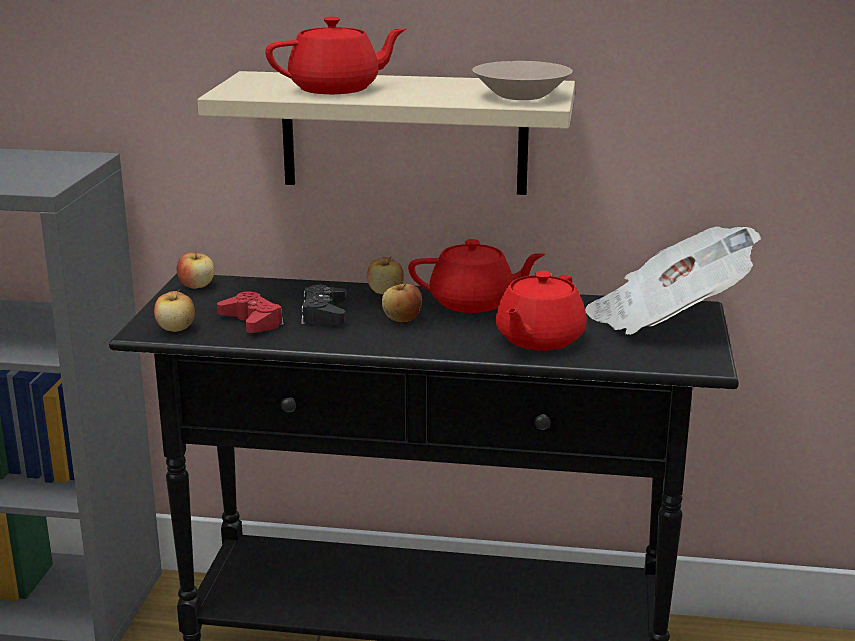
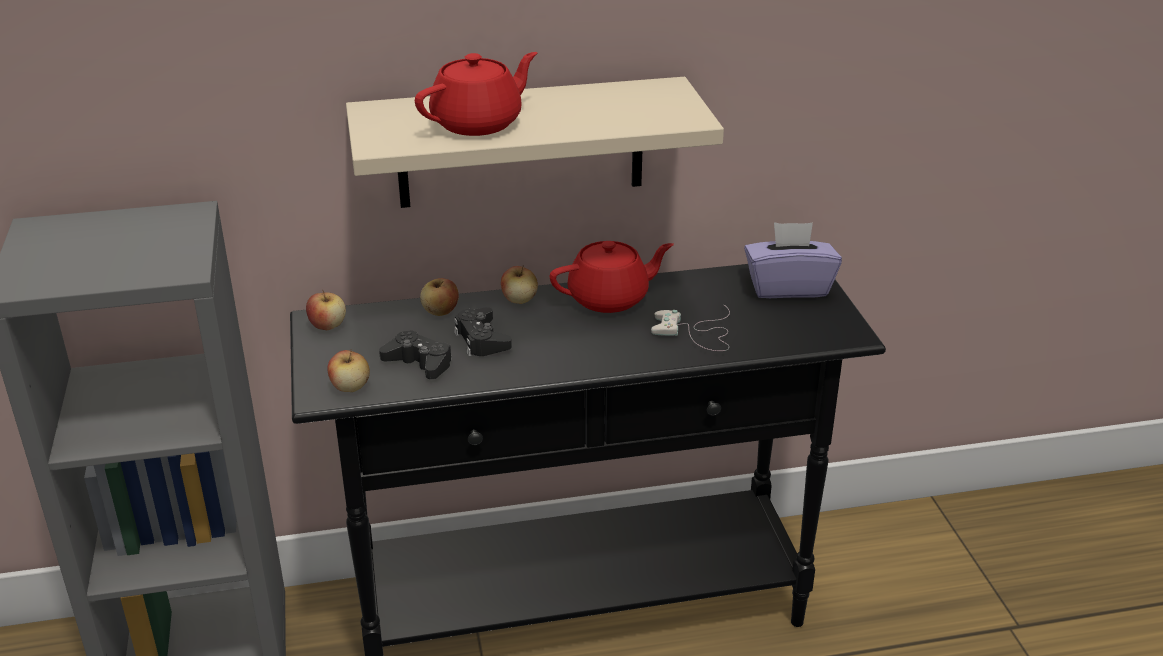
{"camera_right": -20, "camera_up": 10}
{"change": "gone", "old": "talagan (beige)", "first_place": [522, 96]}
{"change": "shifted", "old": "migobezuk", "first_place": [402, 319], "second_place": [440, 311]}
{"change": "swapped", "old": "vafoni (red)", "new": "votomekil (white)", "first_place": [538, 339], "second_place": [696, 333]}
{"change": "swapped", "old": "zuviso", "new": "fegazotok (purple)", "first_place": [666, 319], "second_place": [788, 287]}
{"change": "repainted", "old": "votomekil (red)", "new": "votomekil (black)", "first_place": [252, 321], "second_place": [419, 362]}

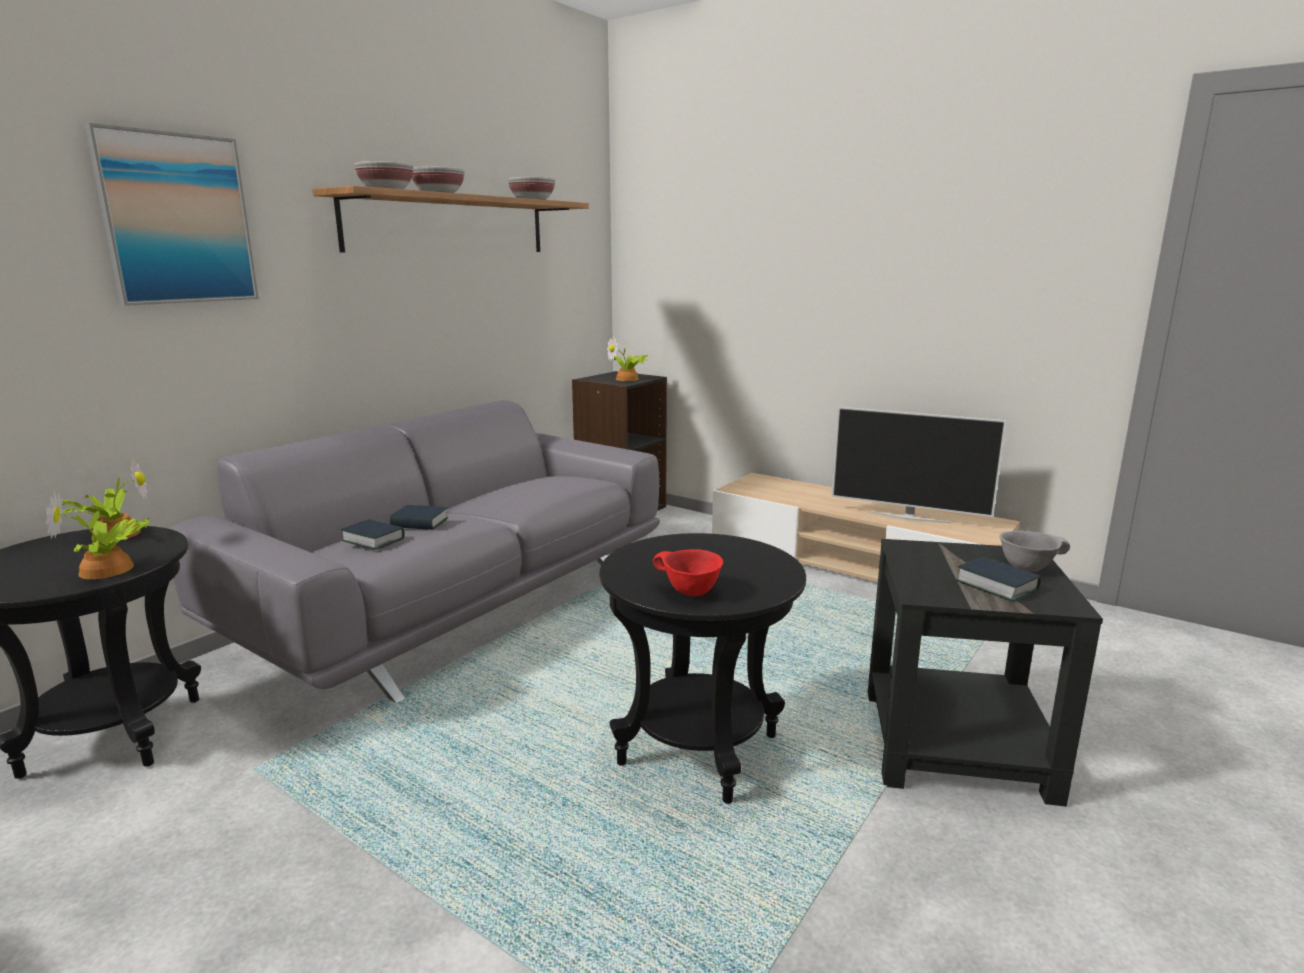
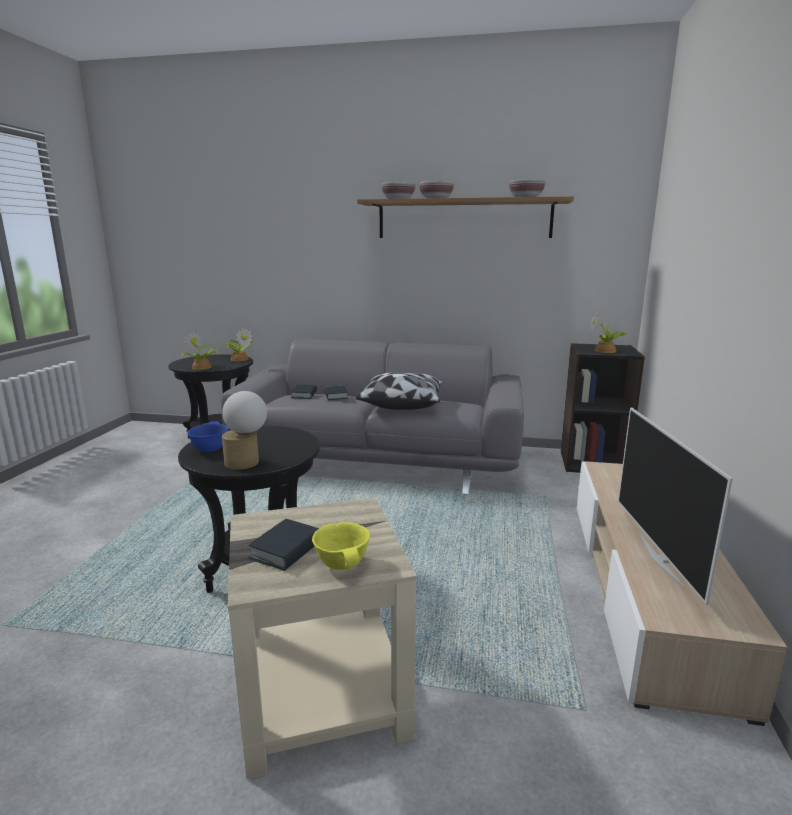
{"camera_right": 65, "camera_up": 0}
{"change": "gone", "old": "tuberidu", "first_place": [177, 219]}
{"change": "new", "new": "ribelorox", "second_place": [247, 463]}
{"change": "new", "new": "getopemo", "second_place": [401, 404]}
{"change": "repainted", "old": "talagan (red)", "new": "talagan (blue)", "first_place": [690, 592], "second_place": [209, 449]}
{"change": "repainted", "old": "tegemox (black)", "new": "tegemox (beige)", "first_place": [959, 745], "second_place": [320, 696]}
{"change": "repainted", "old": "talagan (grey)", "new": "talagan (yellow)", "first_place": [1027, 568], "second_place": [344, 565]}

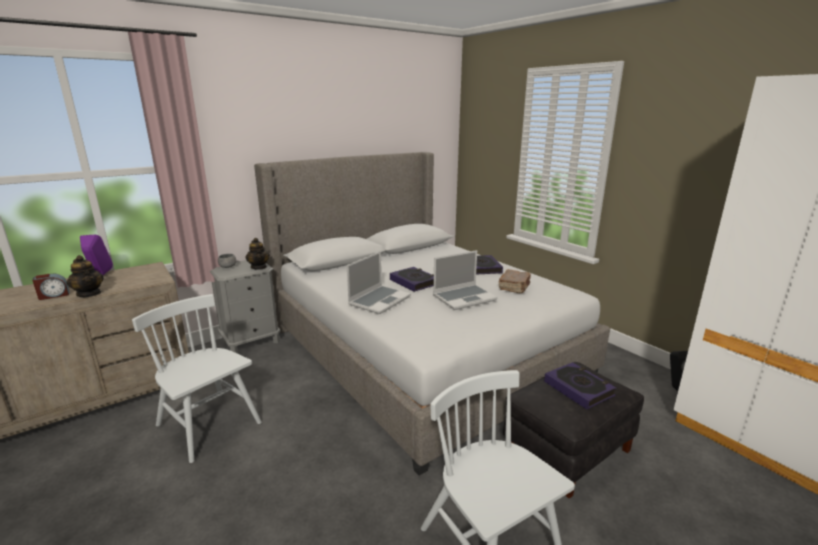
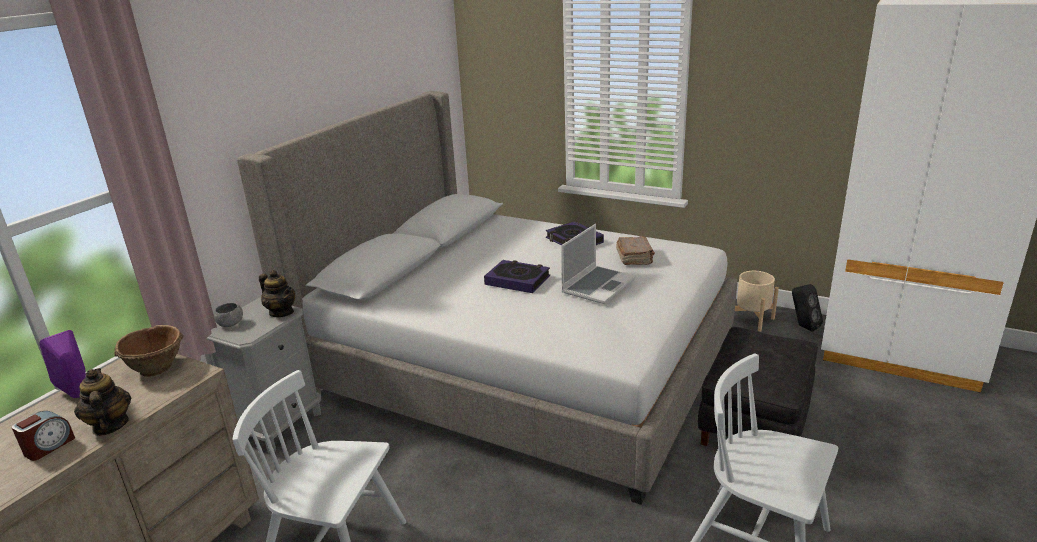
{"camera_right": -25, "camera_up": 5}
{"change": "gone", "old": "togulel", "first_place": [379, 300]}
{"change": "gone", "old": "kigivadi", "first_place": [578, 388]}
{"change": "new", "new": "talagan (brown)", "second_place": [157, 368]}
{"change": "new", "new": "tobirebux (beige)", "second_place": [752, 320]}
{"change": "rotated", "old": "vafoni", "first_place": [89, 293], "second_place": [110, 425], "degrees": -135}

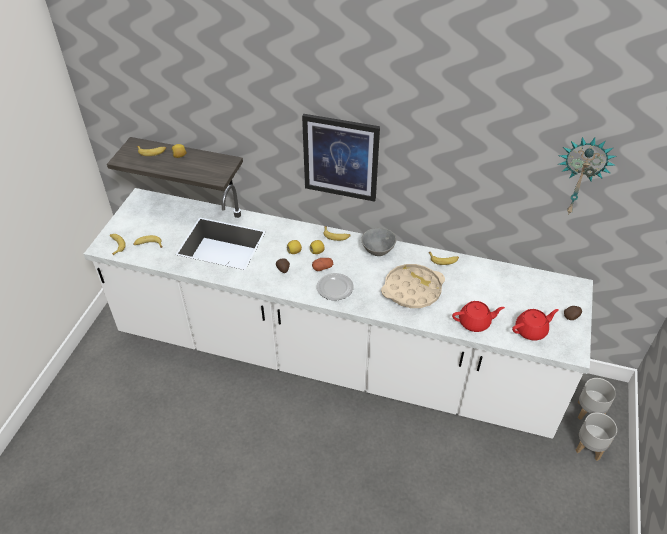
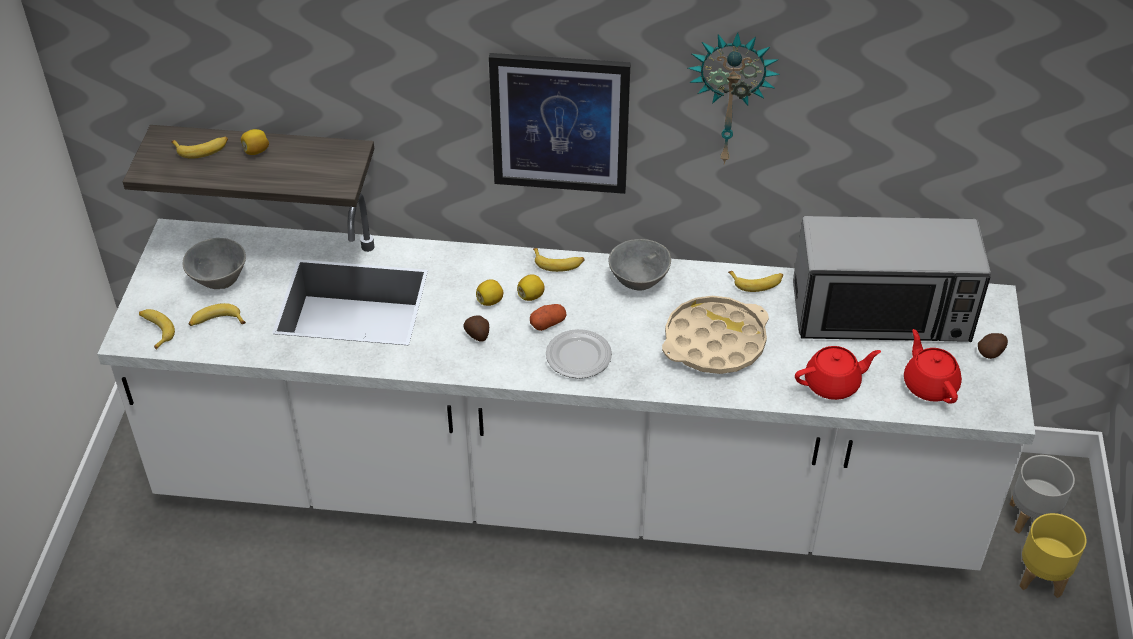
{"camera_right": -10, "camera_up": 0}
{"change": "new", "new": "talagan (grey)", "second_place": [219, 278]}
{"change": "new", "new": "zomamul", "second_place": [881, 313]}
{"change": "shifted", "old": "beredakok", "first_place": [581, 175], "second_place": [730, 96]}
{"change": "repainted", "old": "tobirebux (grey)", "new": "tobirebux (yellow)", "first_place": [589, 447], "second_place": [1042, 577]}
{"change": "rotated", "old": "vafoni (red)", "first_place": [531, 330], "second_place": [929, 385], "degrees": -75}

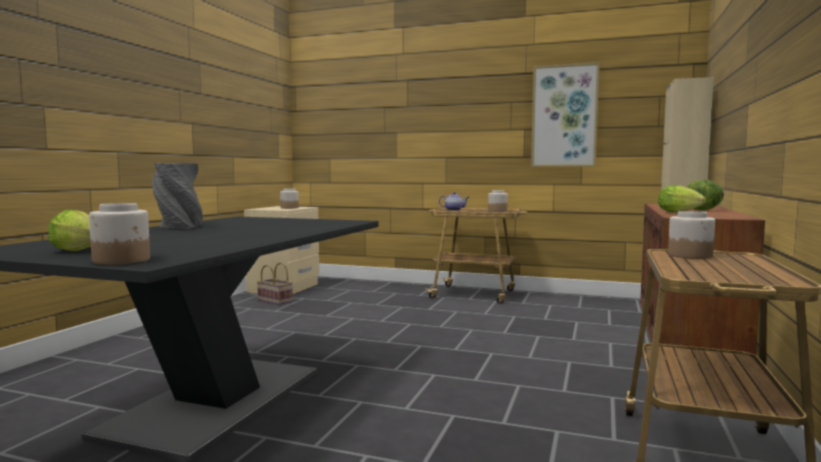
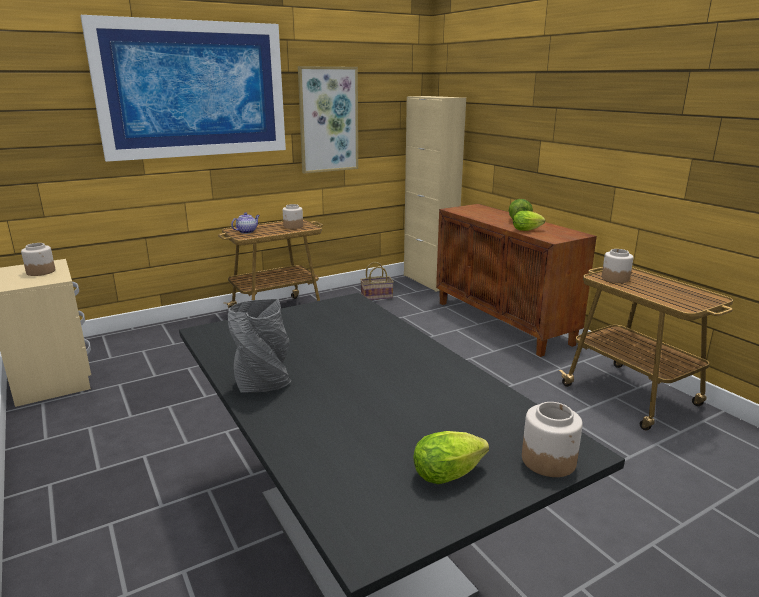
{"camera_right": -50, "camera_up": 15}
{"change": "new", "new": "tuberidu", "second_place": [193, 90]}
{"change": "shifted", "old": "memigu", "first_place": [276, 301], "second_place": [377, 296]}

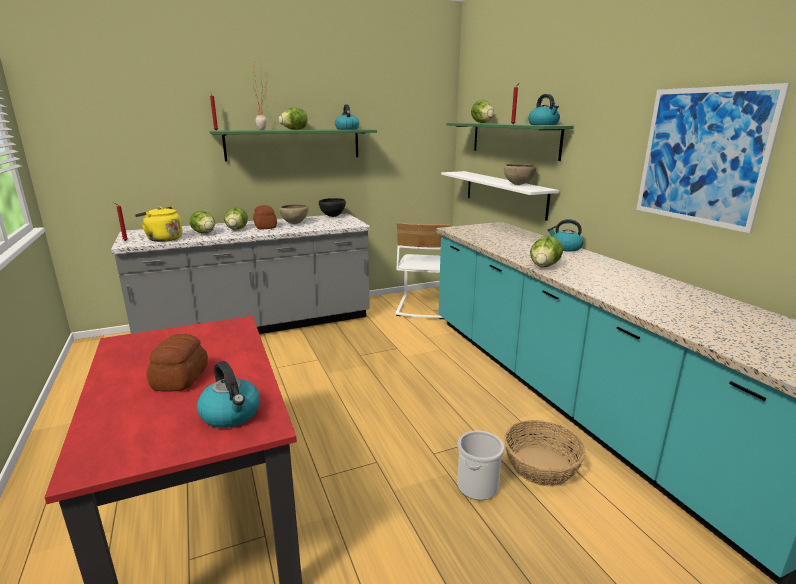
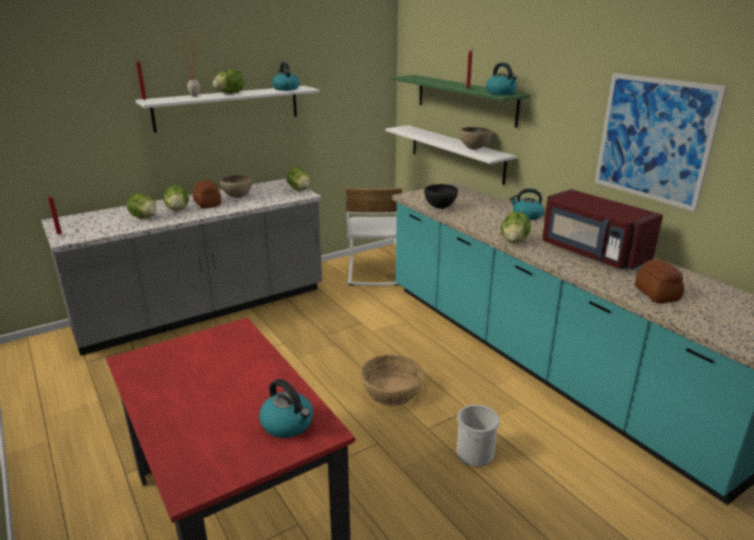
{"camera_right": -10, "camera_up": 5}
{"change": "gone", "old": "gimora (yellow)", "first_place": [163, 239]}
{"change": "new", "new": "zomamul (red)", "second_place": [592, 253]}
{"change": "shifted", "old": "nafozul", "first_place": [179, 379], "second_place": [656, 294]}
{"change": "shifted", "old": "talagan (black)", "first_place": [333, 216], "second_place": [440, 208]}
{"change": "shifted", "old": "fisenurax", "first_place": [482, 123], "second_place": [299, 190]}
{"change": "shifted", "old": "memigu", "first_place": [541, 465], "second_place": [392, 391]}
{"change": "repainted", "old": "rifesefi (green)", "new": "rifesefi (white)", "first_place": [293, 144], "second_place": [227, 108]}

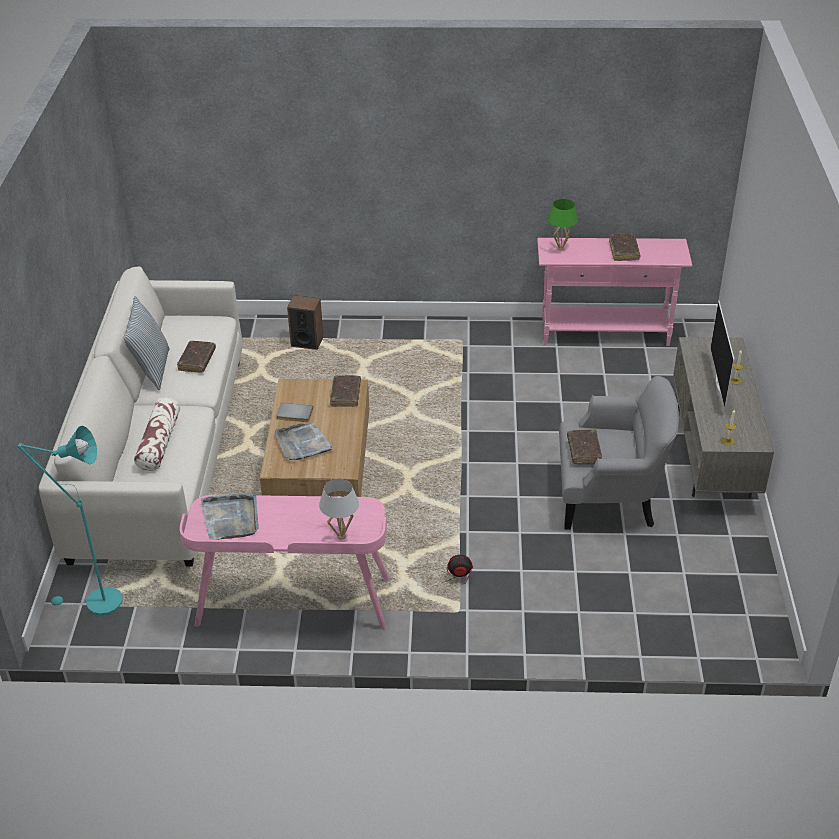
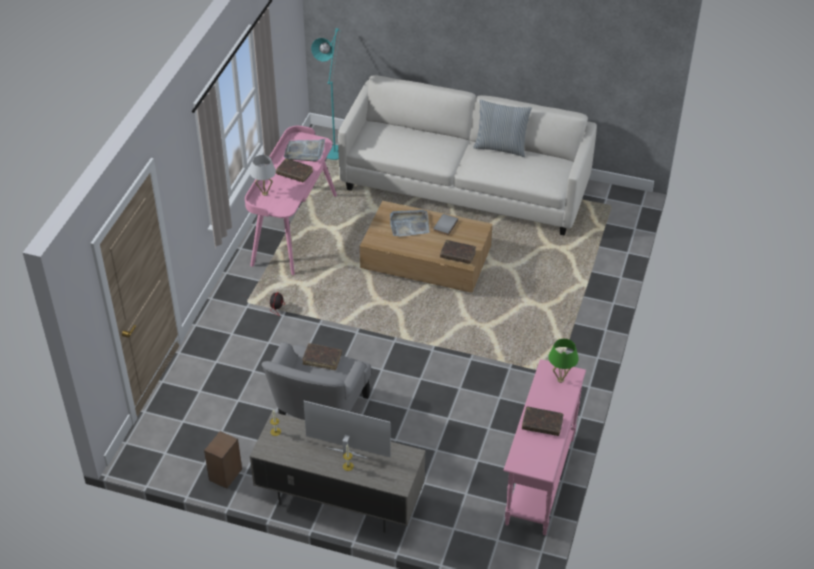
{"camera_right": 105, "camera_up": 5}
{"change": "gone", "old": "getopemo", "first_place": [159, 442]}
{"change": "shifted", "old": "kigivadi (brown)", "first_place": [197, 360], "second_place": [294, 173]}
{"change": "shifted", "old": "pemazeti", "first_place": [307, 342], "second_place": [225, 474]}

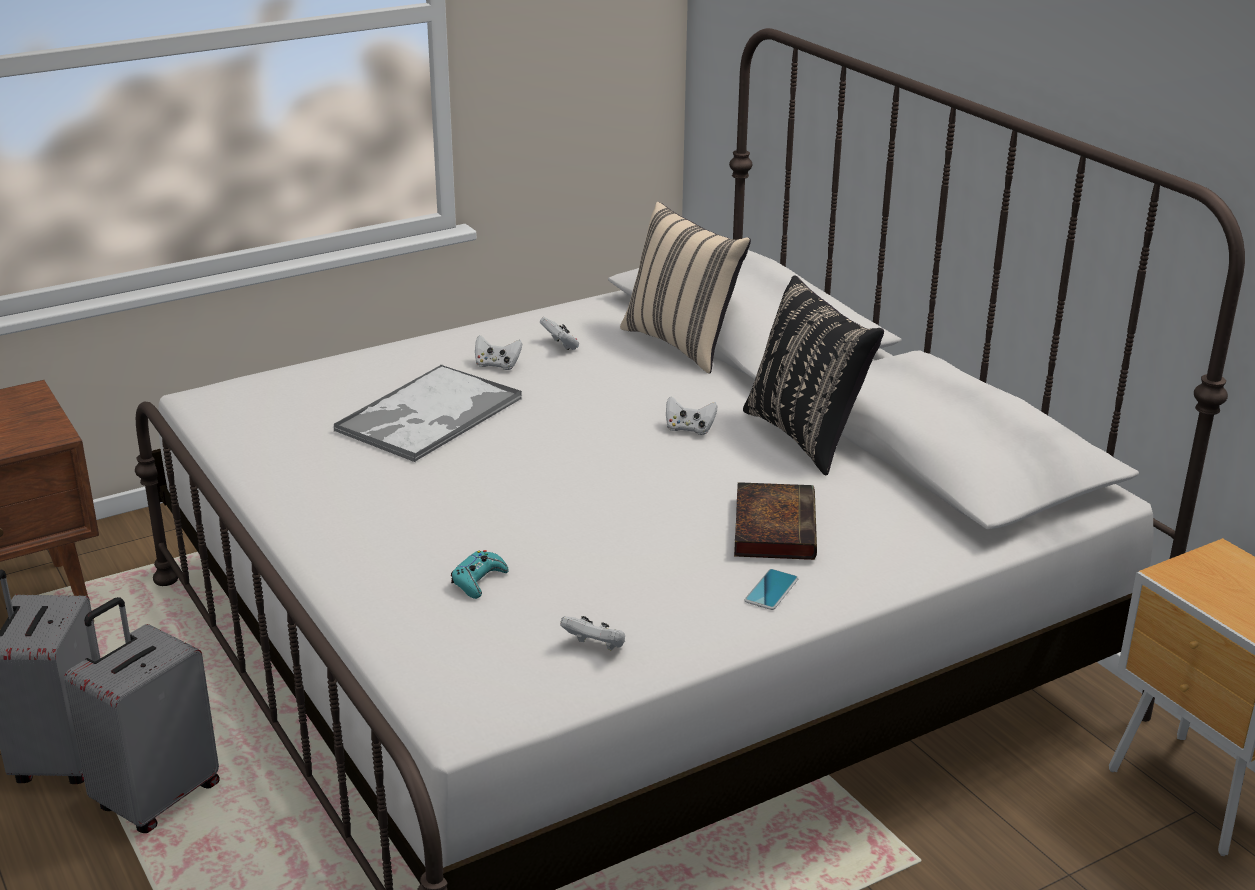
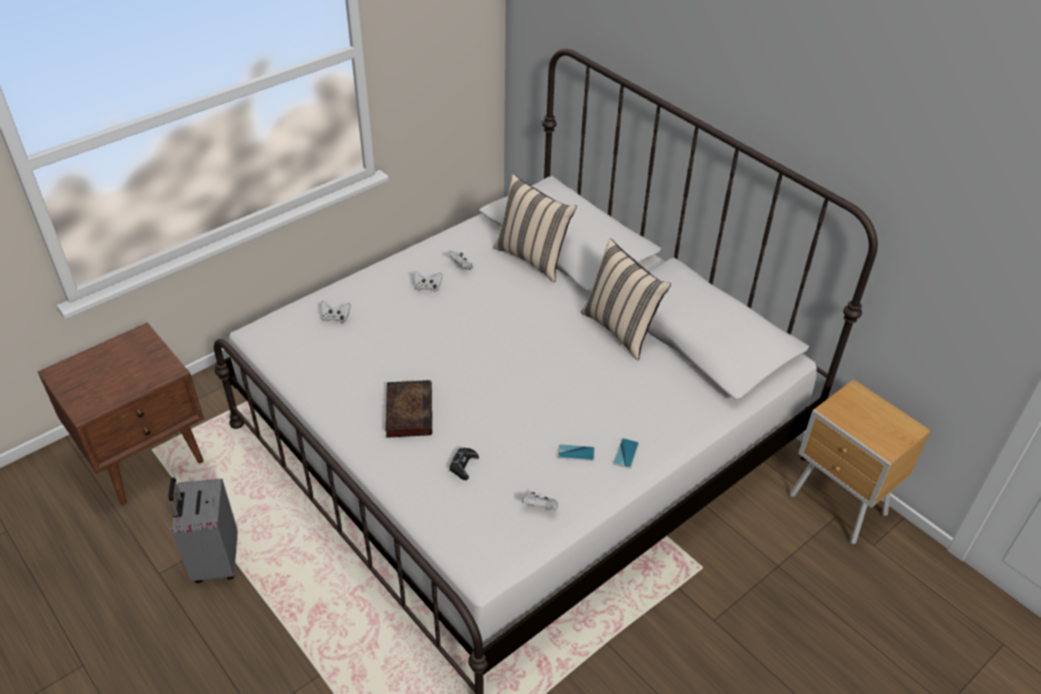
{"camera_right": -10, "camera_up": 15}
{"change": "gone", "old": "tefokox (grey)", "first_place": [156, 797]}
{"change": "gone", "old": "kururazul", "first_place": [428, 415]}
{"change": "new", "new": "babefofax", "second_place": [576, 453]}
{"change": "shifted", "old": "votomekil (white)", "first_place": [689, 429], "second_place": [335, 318]}
{"change": "shifted", "old": "kigivadi", "first_place": [773, 526], "second_place": [408, 410]}
{"change": "repainted", "old": "votomekil (turquoise)", "new": "votomekil (black)", "first_place": [478, 581], "second_place": [463, 466]}
{"change": "repainted", "old": "getopemo (black)", "new": "getopemo (beige)", "first_place": [807, 436], "second_place": [621, 329]}

